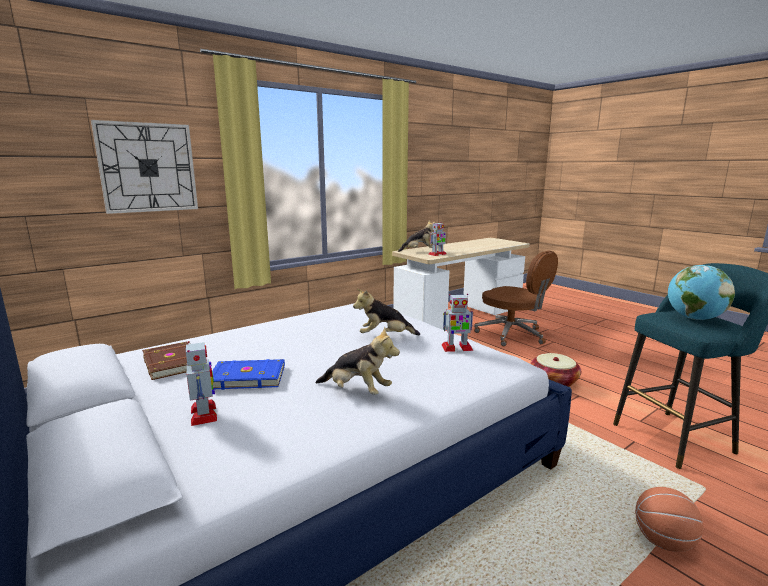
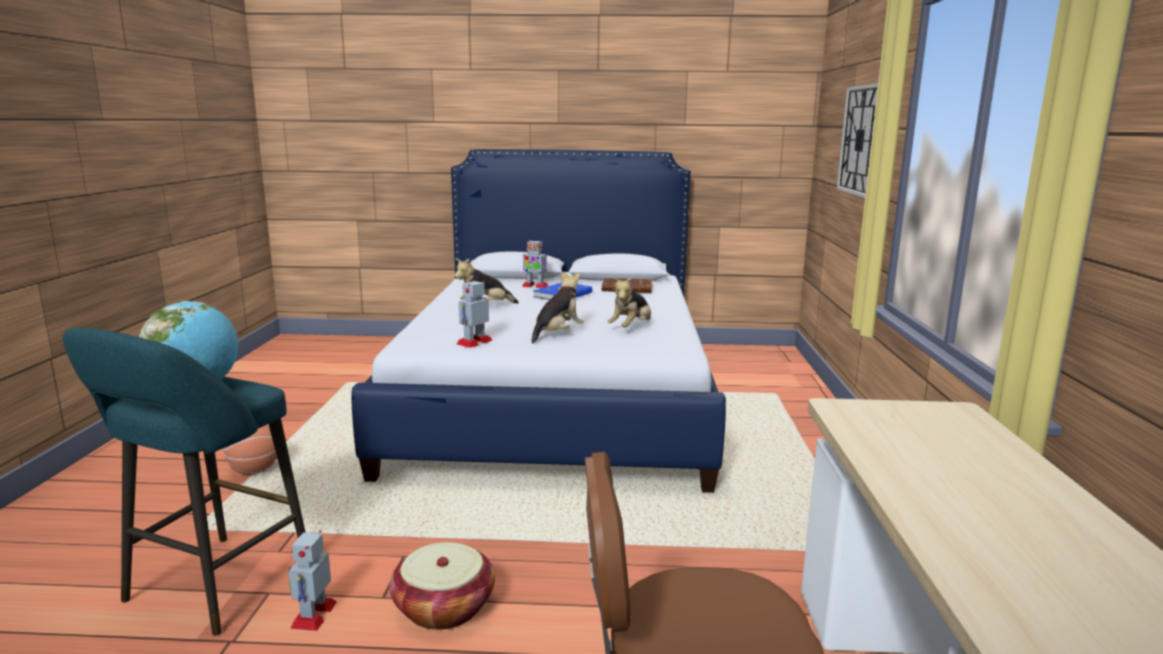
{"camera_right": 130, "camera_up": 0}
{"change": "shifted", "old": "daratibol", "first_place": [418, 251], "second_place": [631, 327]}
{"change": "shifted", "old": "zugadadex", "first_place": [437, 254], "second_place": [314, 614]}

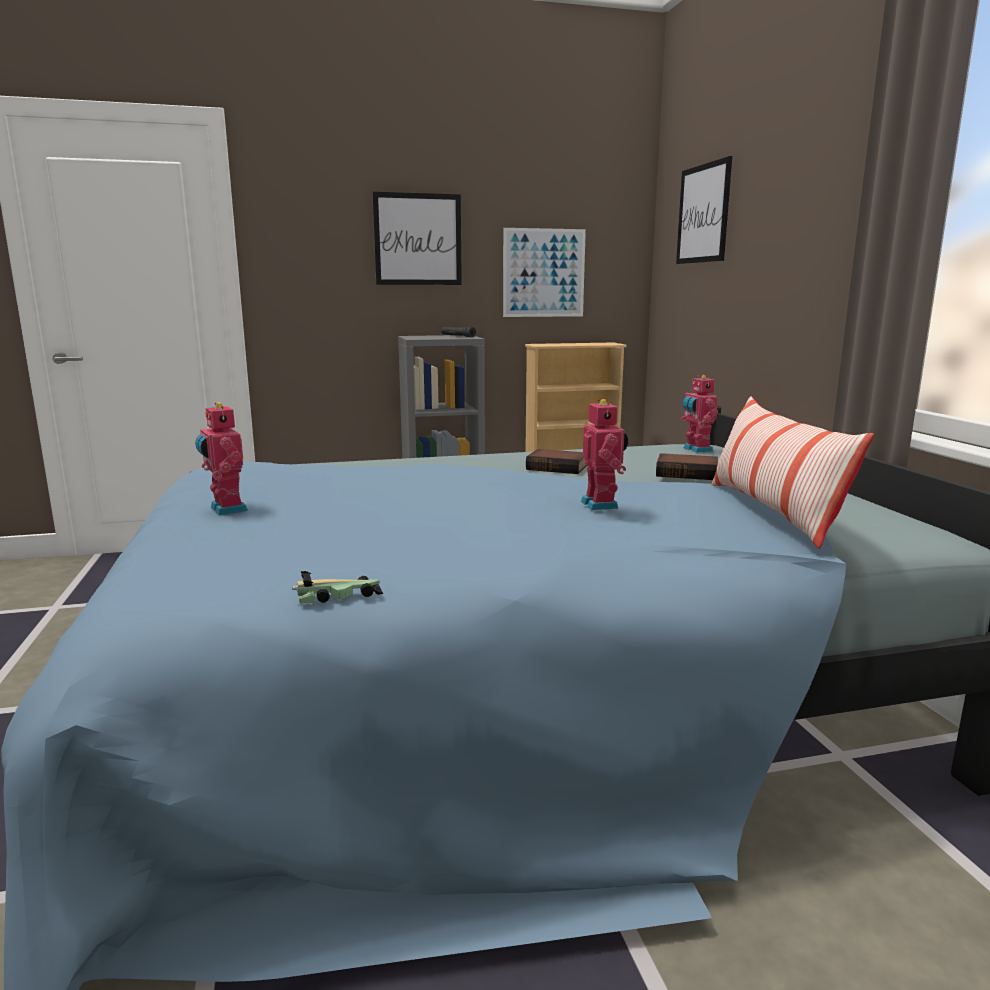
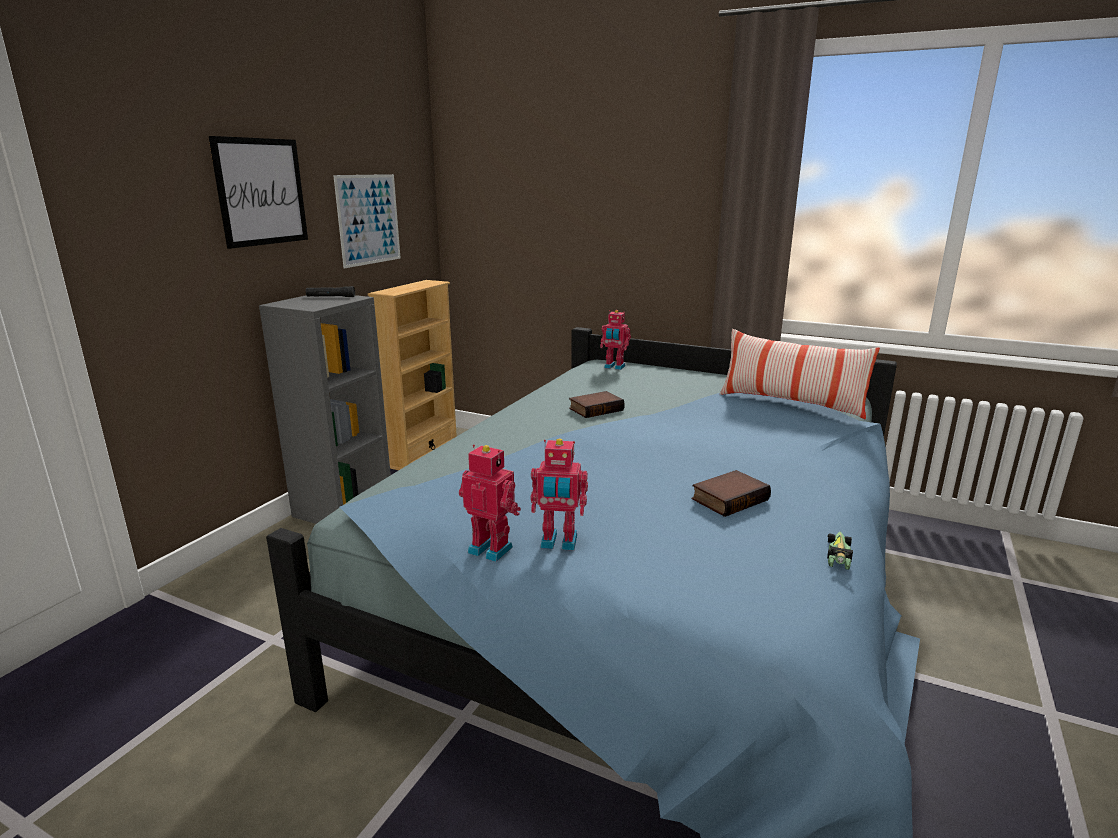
{"camera_right": -50, "camera_up": 5}
{"change": "gone", "old": "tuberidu", "first_place": [703, 214]}
{"change": "shifted", "old": "zugadadex", "first_place": [602, 504], "second_place": [492, 548]}
{"change": "shifted", "old": "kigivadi", "first_place": [687, 473], "second_place": [729, 498]}

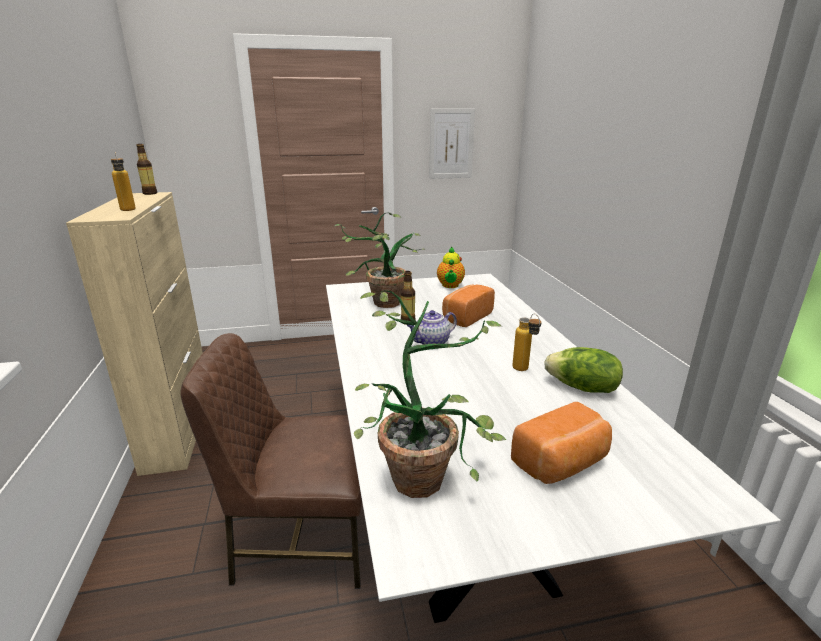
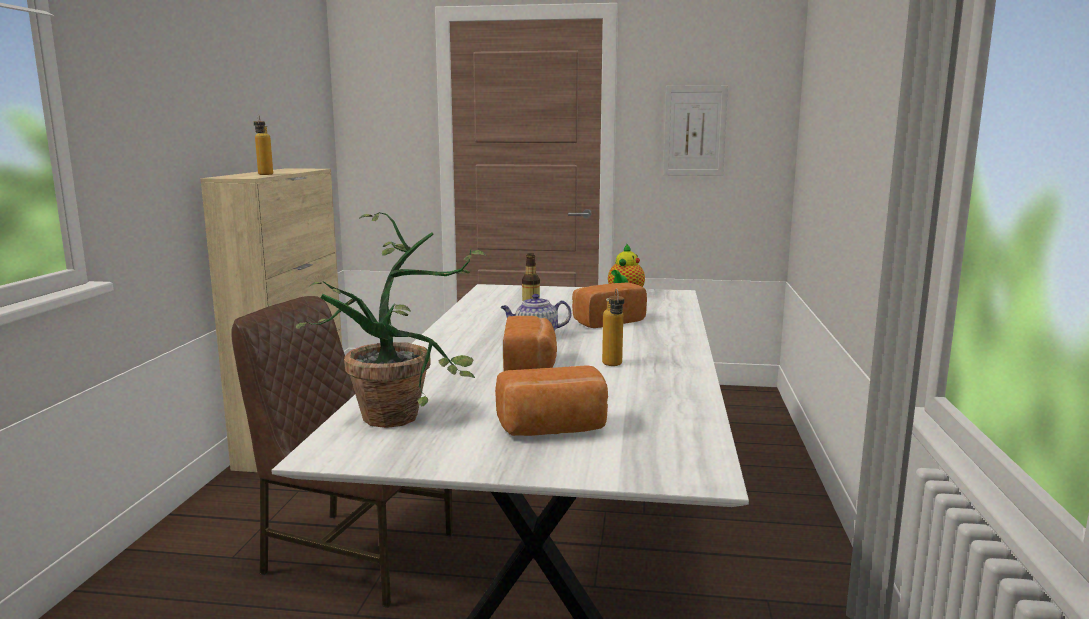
{"camera_right": 20, "camera_up": -10}
{"change": "gone", "old": "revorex", "first_place": [150, 193]}
{"change": "gone", "old": "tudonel", "first_place": [380, 304]}
{"change": "gone", "old": "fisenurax", "first_place": [582, 388]}
{"change": "new", "new": "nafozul", "second_place": [530, 367]}

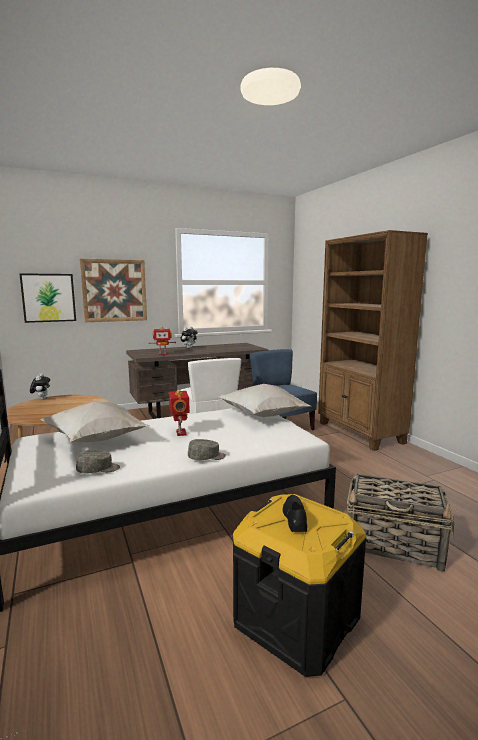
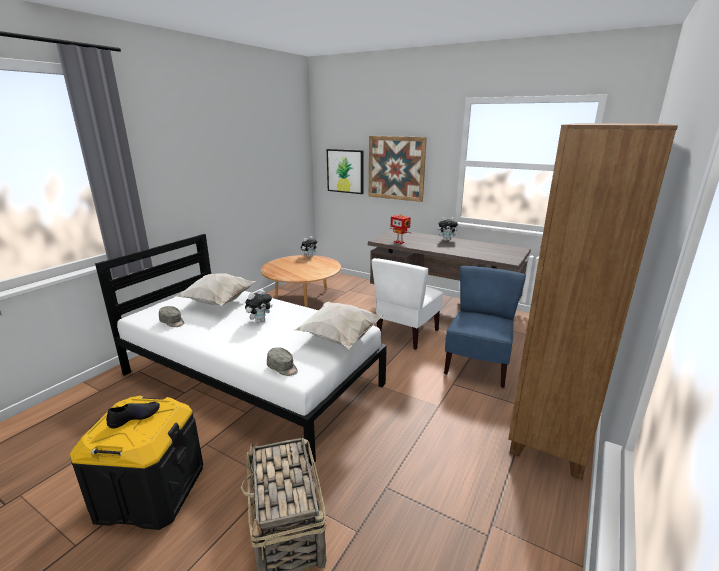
{"camera_right": 55, "camera_up": 10}
{"change": "shifted", "old": "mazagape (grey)", "first_place": [207, 457], "second_place": [283, 368]}
{"change": "swapped", "old": "zugadadex", "new": "daratibol", "first_place": [180, 433], "second_place": [259, 321]}

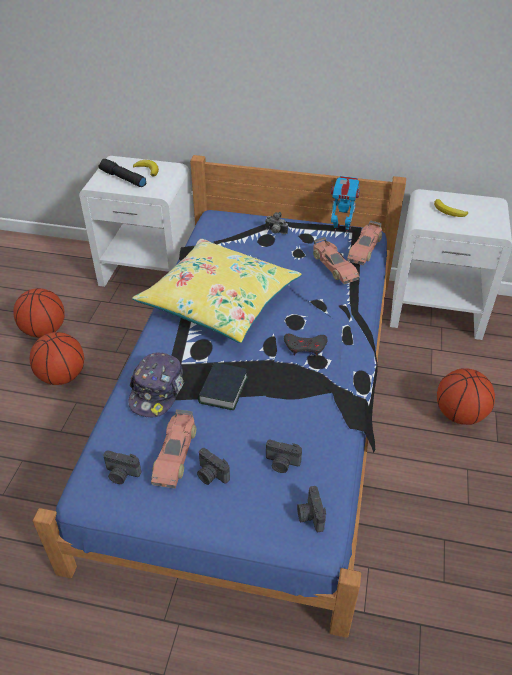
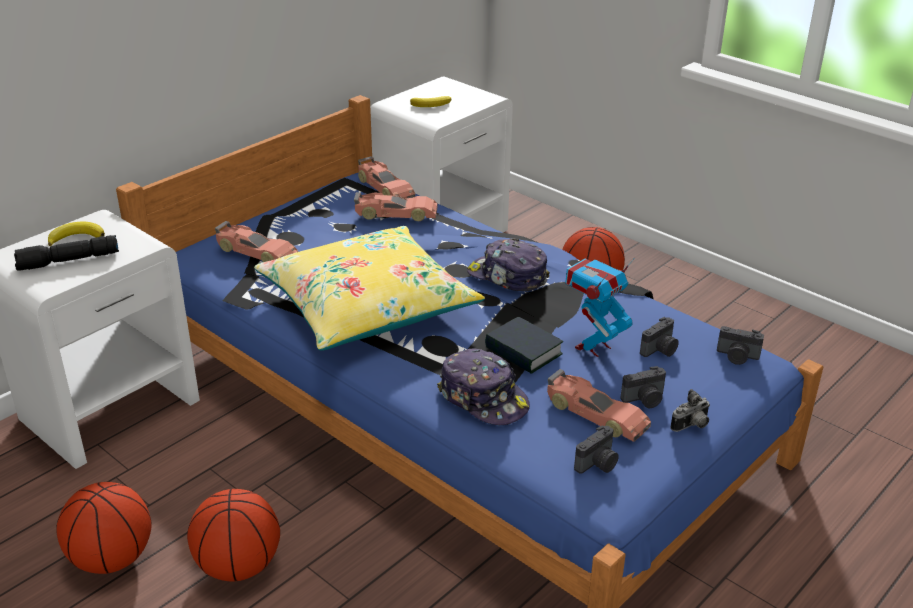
{"camera_right": -60, "camera_up": -10}
{"change": "new", "new": "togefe", "second_place": [256, 253]}
{"change": "shifted", "old": "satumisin", "first_place": [275, 232], "second_place": [691, 426]}
{"change": "shifted", "old": "zugadadex", "first_place": [341, 229], "second_place": [593, 347]}
{"change": "swapped", "old": "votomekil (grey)", "new": "mazagape", "first_place": [305, 347], "second_place": [507, 276]}

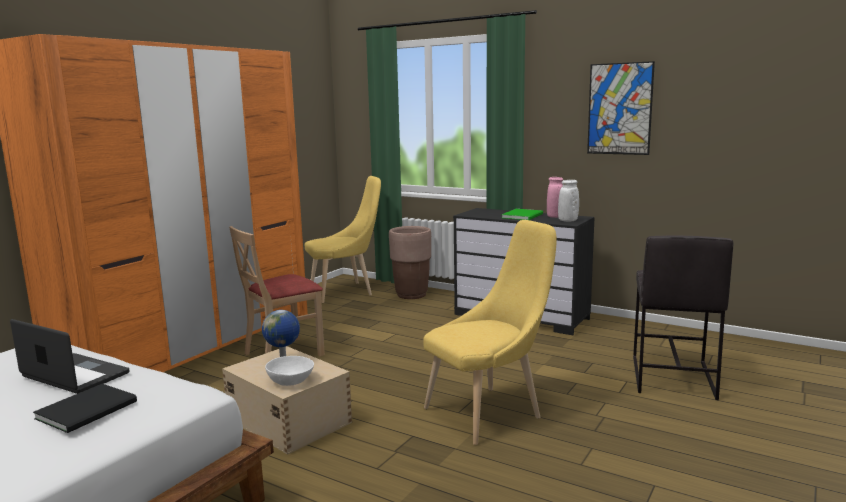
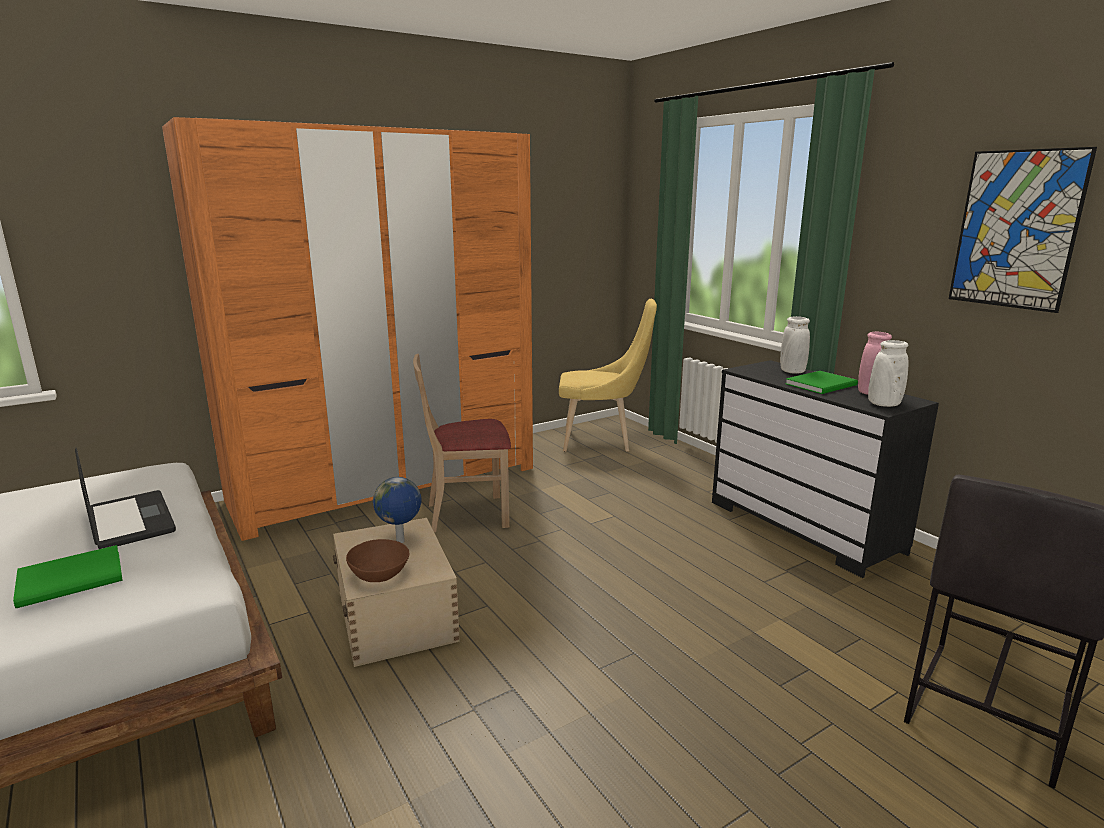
{"camera_right": 25, "camera_up": 5}
{"change": "gone", "old": "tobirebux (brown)", "first_place": [411, 295]}
{"change": "gone", "old": "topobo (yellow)", "first_place": [489, 412]}
{"change": "new", "new": "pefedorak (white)", "second_place": [792, 372]}
{"change": "repainted", "old": "kigivadi (black)", "new": "kigivadi (green)", "first_place": [90, 409], "second_place": [74, 579]}
{"change": "repainted", "old": "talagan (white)", "new": "talagan (brown)", "first_place": [291, 381], "second_place": [379, 574]}

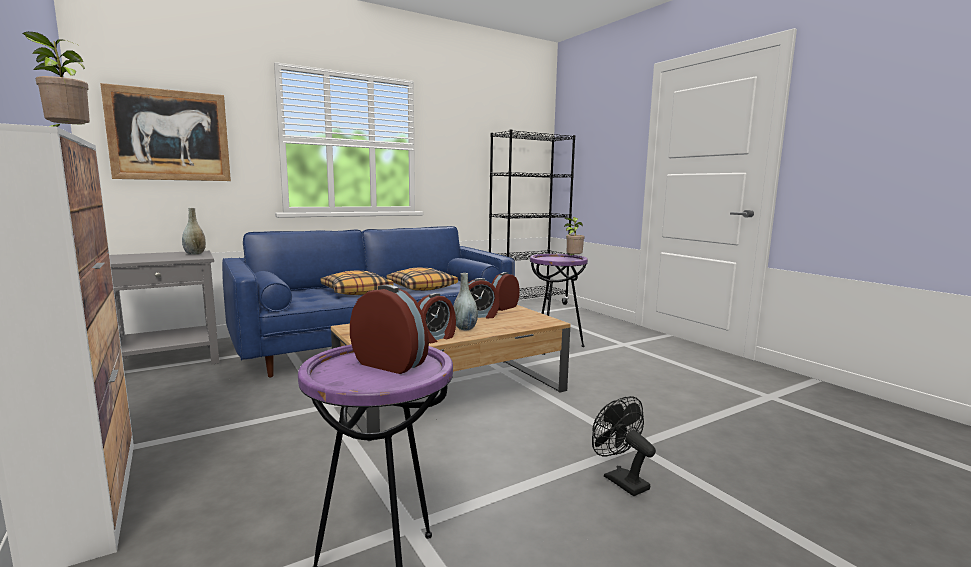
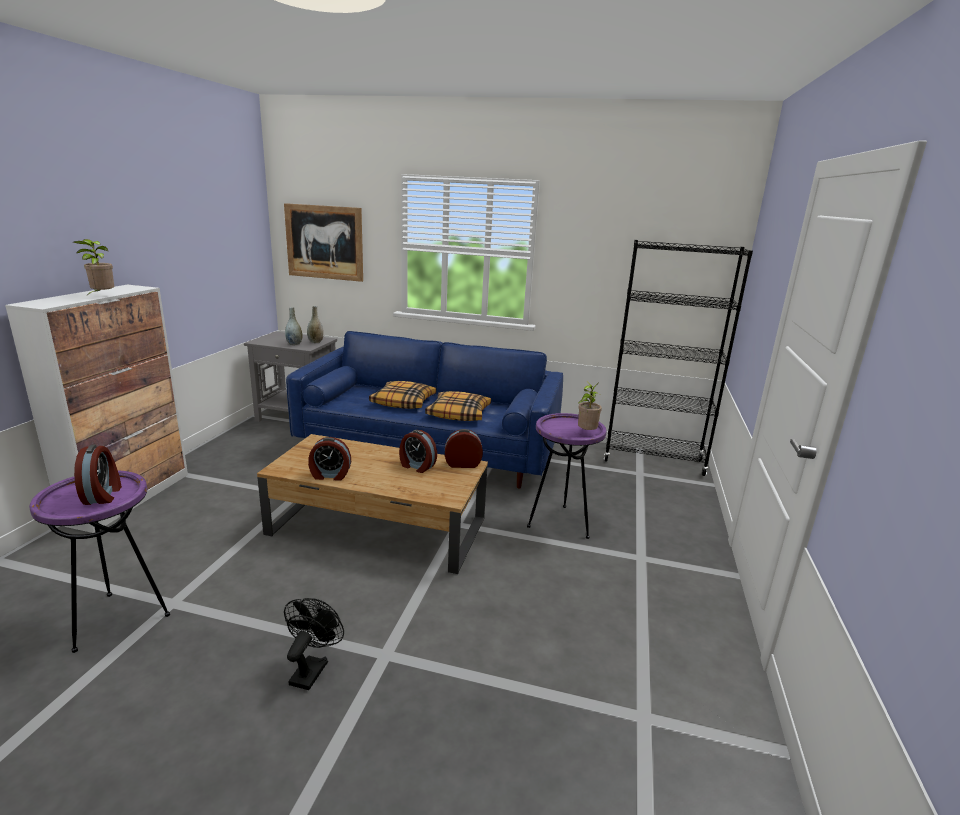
{"camera_right": 45, "camera_up": 10}
{"change": "shifted", "old": "pefedorak (grey)", "first_place": [465, 328], "second_place": [294, 344]}

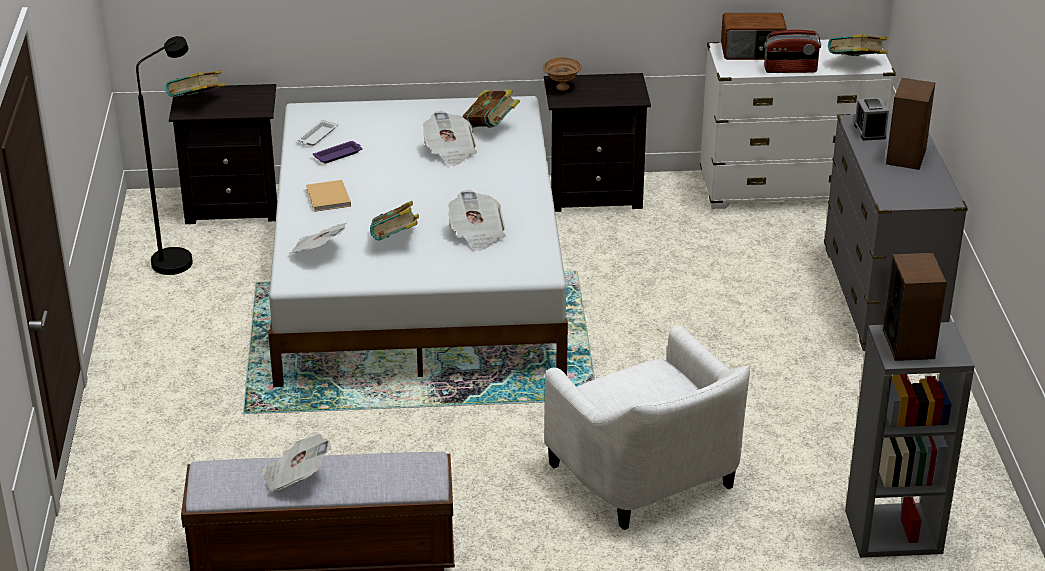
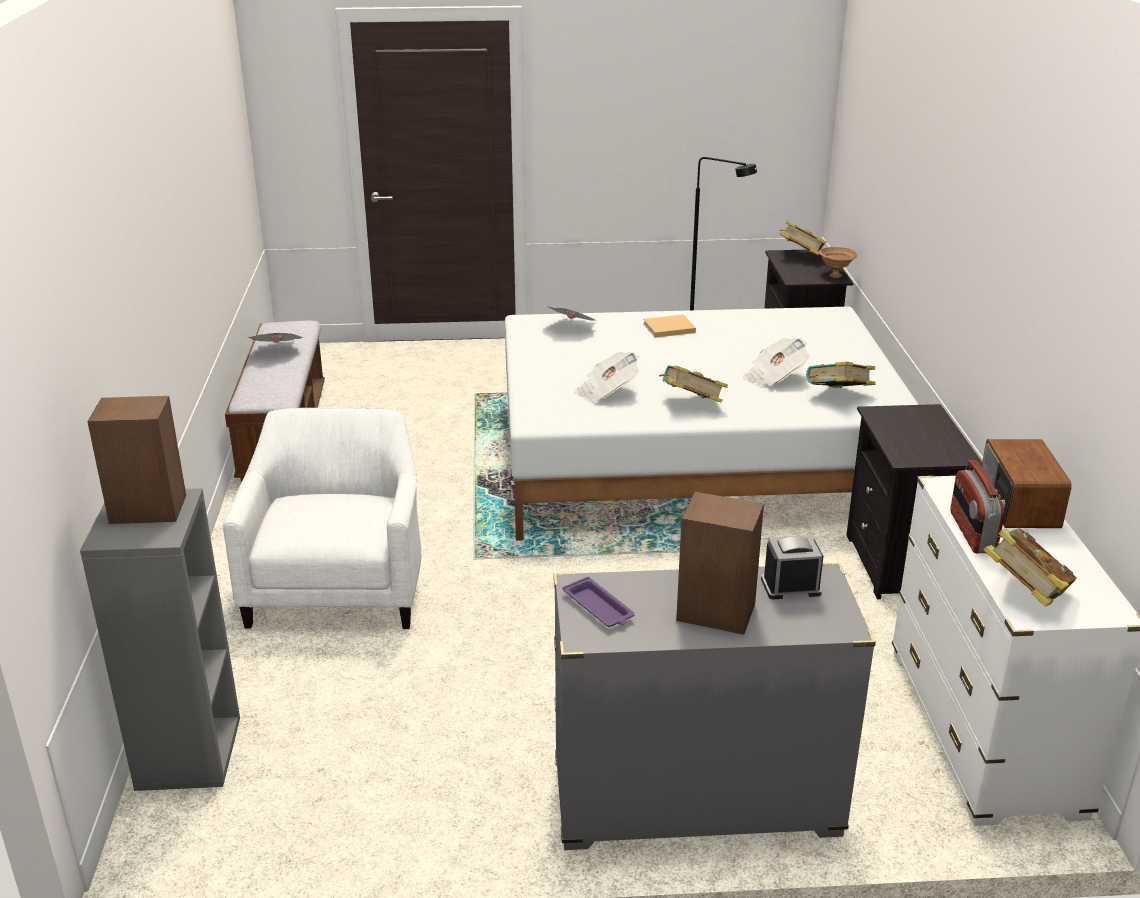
{"camera_right": 90, "camera_up": -5}
{"change": "gone", "old": "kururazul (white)", "first_place": [317, 136]}
{"change": "shifted", "old": "kururazul (purple)", "first_place": [338, 155], "second_place": [599, 608]}
{"change": "shifted", "old": "kigivadi", "first_place": [395, 241], "second_place": [691, 405]}
{"change": "shifted", "old": "talagan (brown)", "first_place": [561, 88], "second_place": [834, 275]}
{"change": "rotated", "old": "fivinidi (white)", "first_place": [648, 477], "second_place": [339, 586], "degrees": 120}

